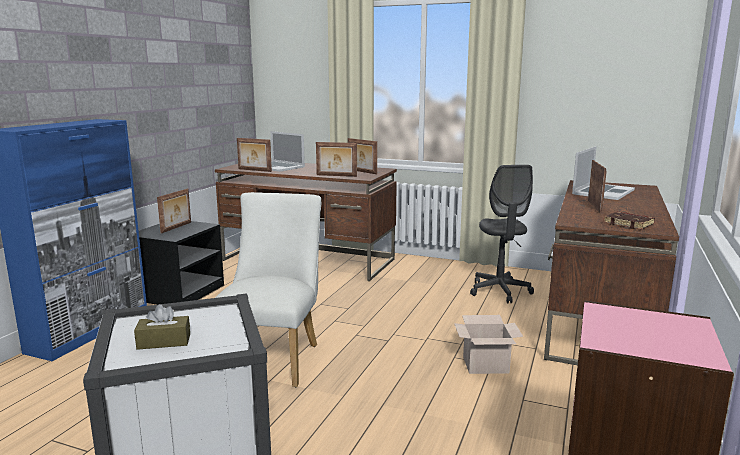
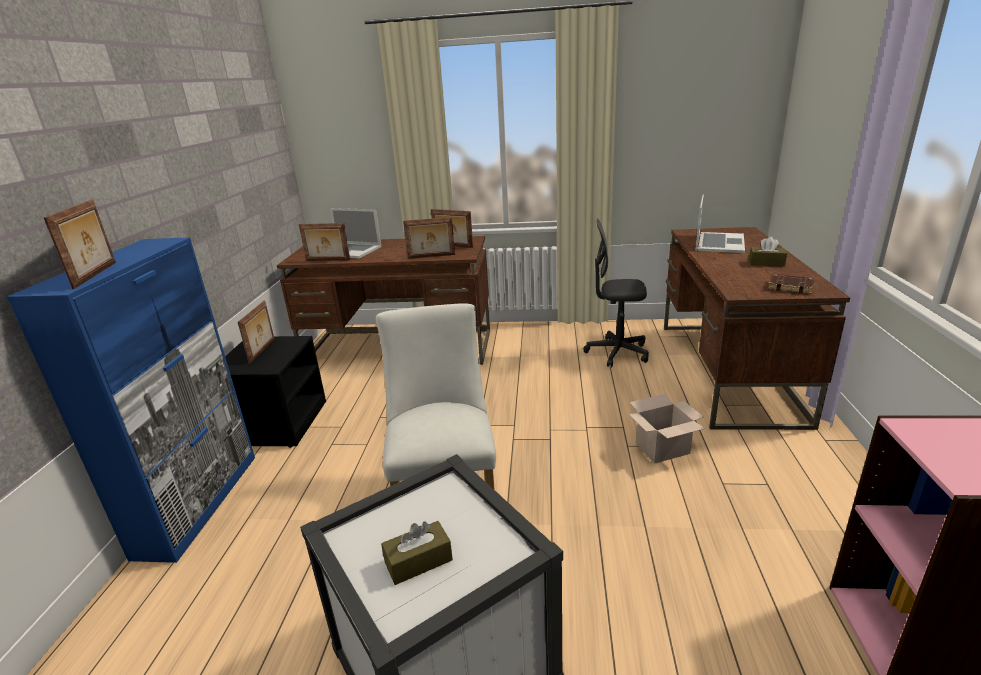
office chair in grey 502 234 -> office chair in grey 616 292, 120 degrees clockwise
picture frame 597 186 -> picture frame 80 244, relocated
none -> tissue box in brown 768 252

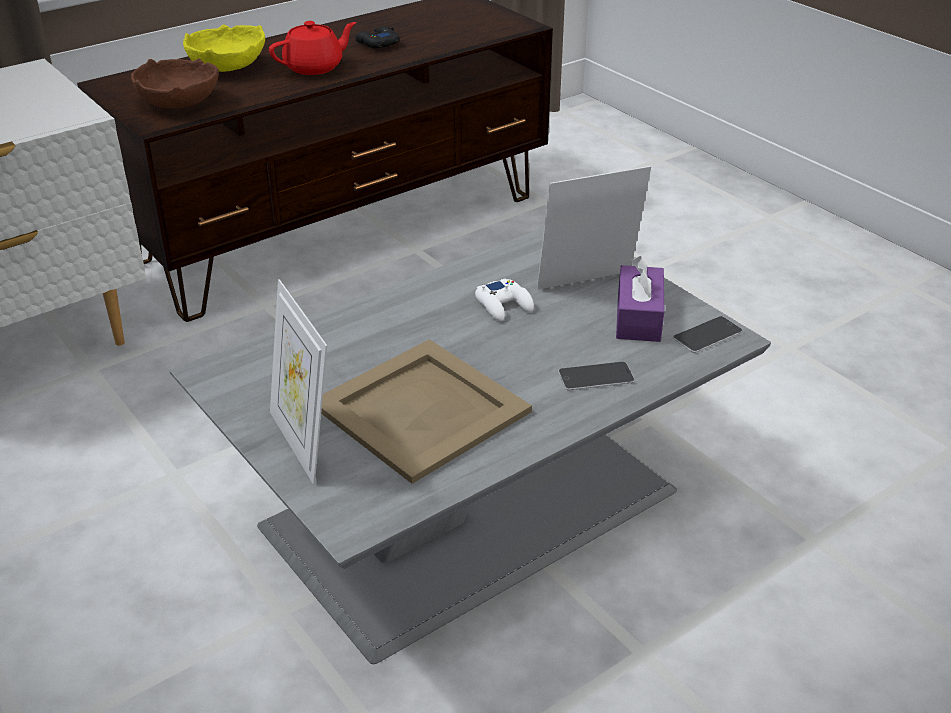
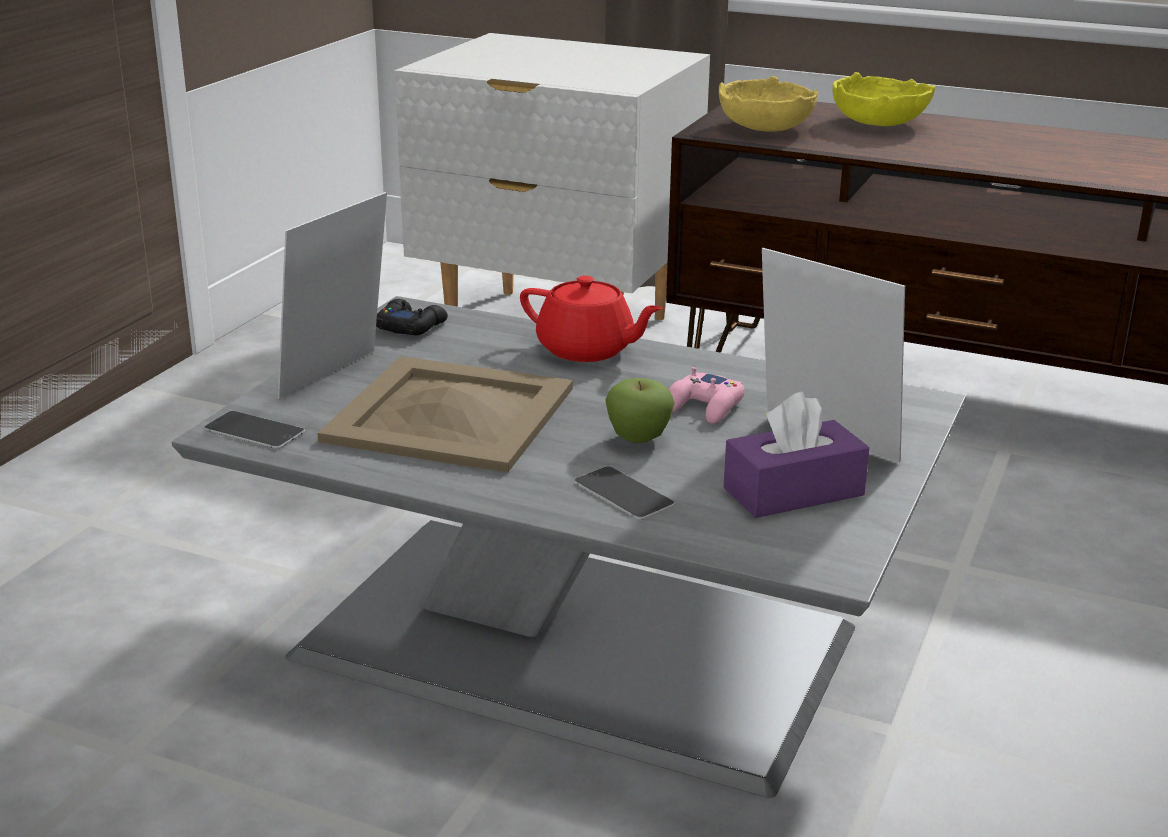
bowl in brown 175 83 -> bowl in yellow 768 104
teapot in red 312 48 -> teapot in red 591 318, relocated
game controller in black 377 37 -> game controller in black 412 317, relocated
game controller in white 504 300 -> game controller in pink 707 395
phone 708 334 -> phone 254 430, relocated
none -> apple 640 410

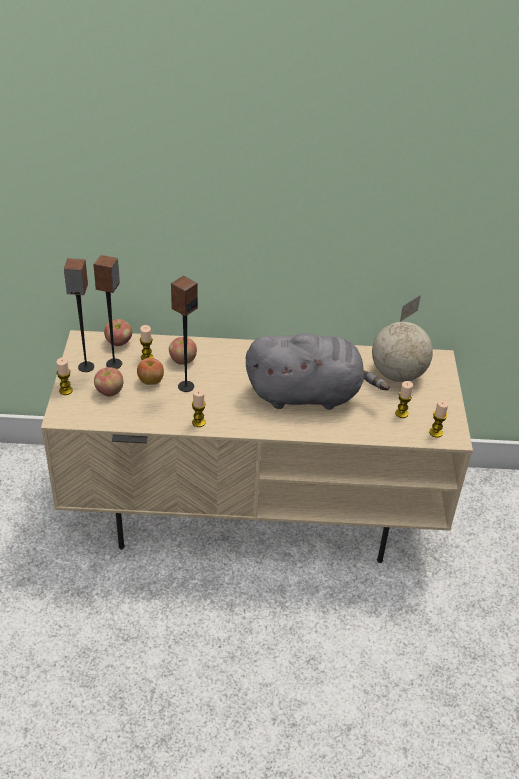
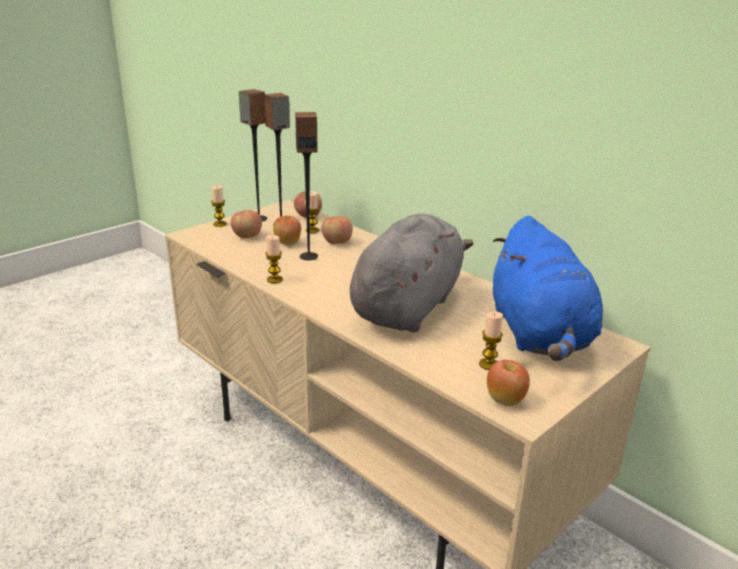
plush toy in grey 318 371 -> plush toy in grey 412 273, 105 degrees counterclockwise
globe 402 338 -> plush toy in blue 548 288
candle 438 419 -> apple 508 383

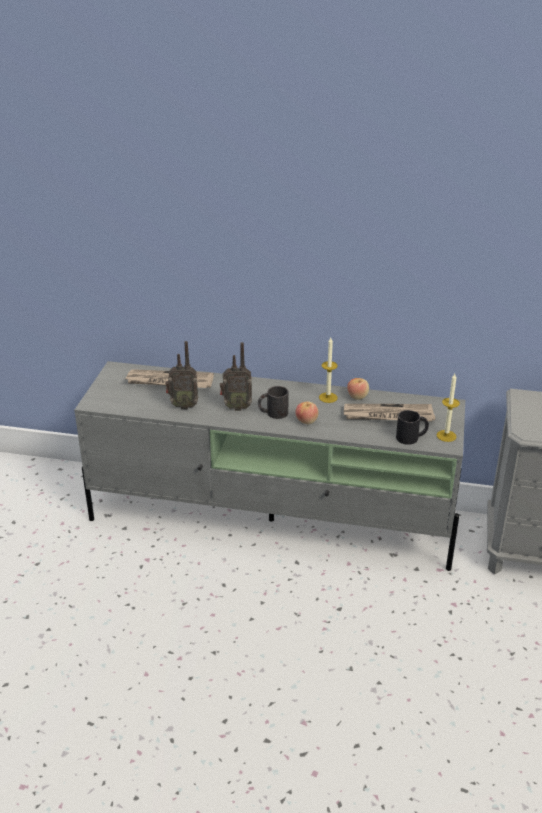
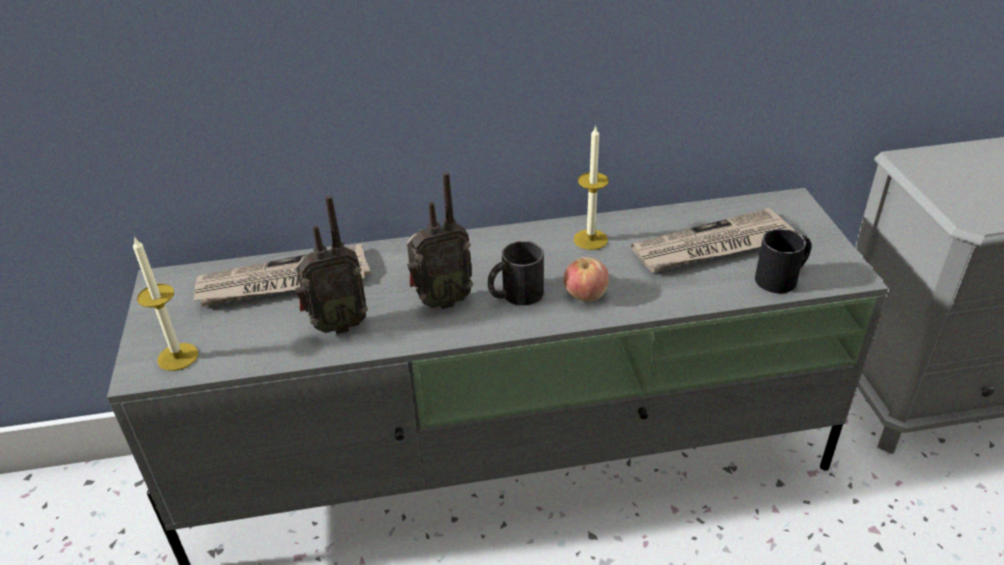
apple 358 389 -> none
candle 448 408 -> candle 165 303, relocated

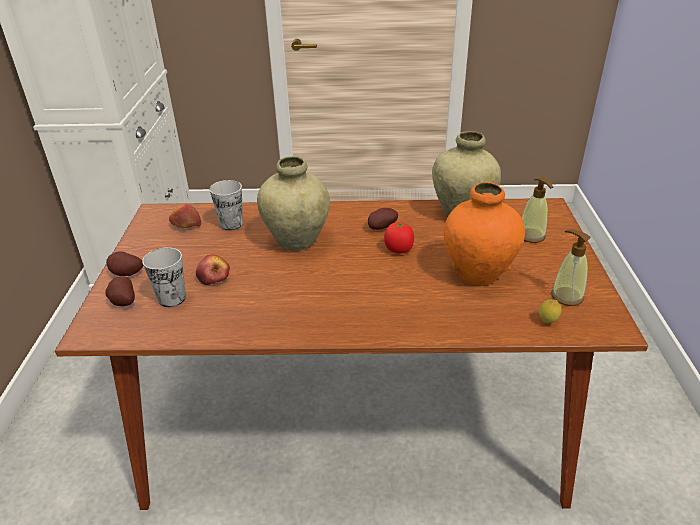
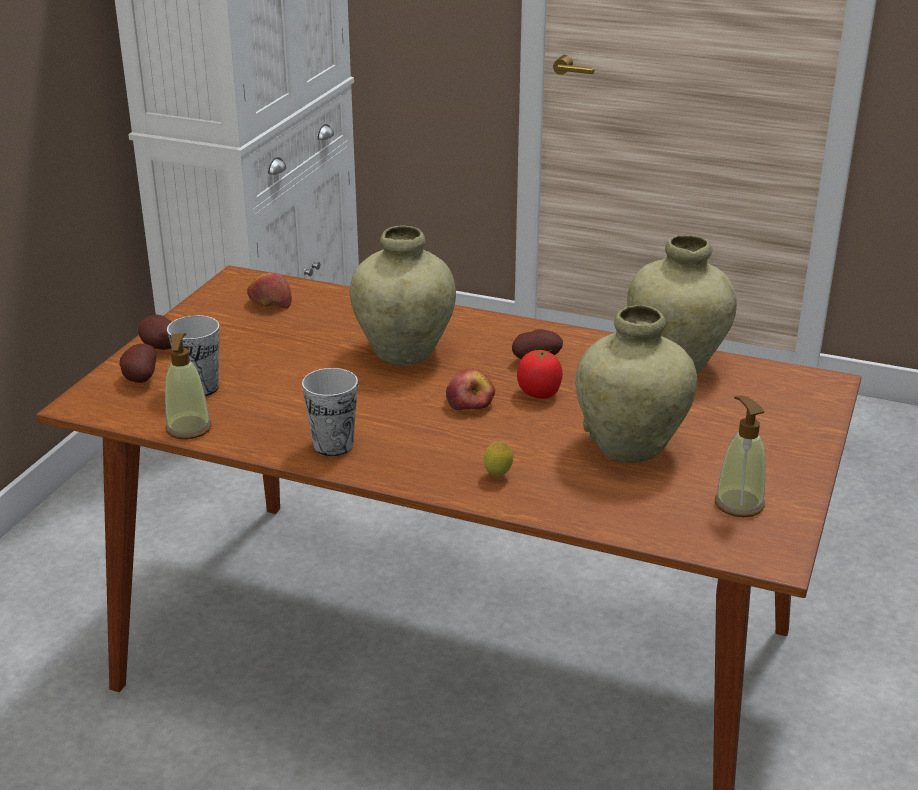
apple 213 269 -> apple 470 389, relocated
cup 226 205 -> cup 330 412, relocated
vase in orange 484 234 -> vase in beige 636 384
soap dispenser 537 210 -> soap dispenser 188 386, relocated
lemon 550 311 -> lemon 498 459, relocated

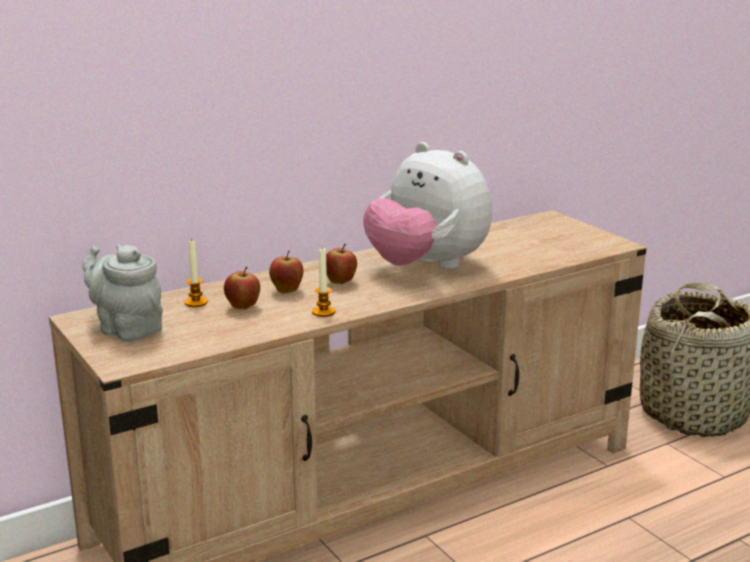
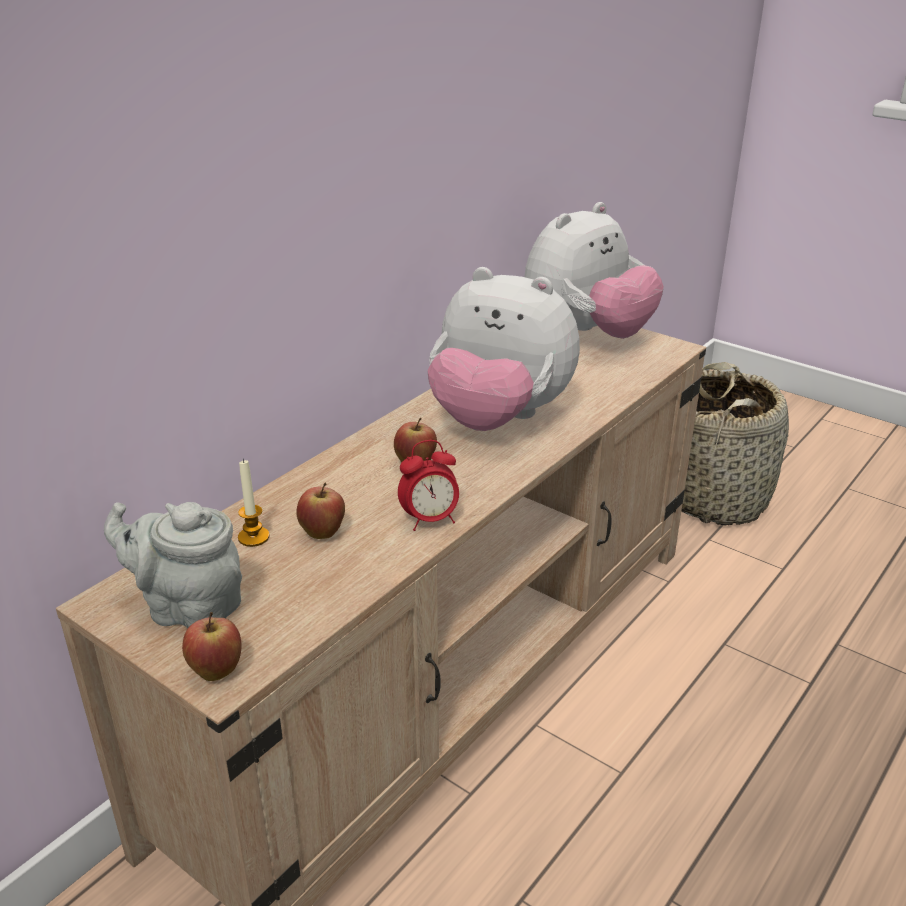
apple 286 272 -> apple 212 646, relocated
candle 323 282 -> alarm clock 428 485
none -> plush toy 594 270

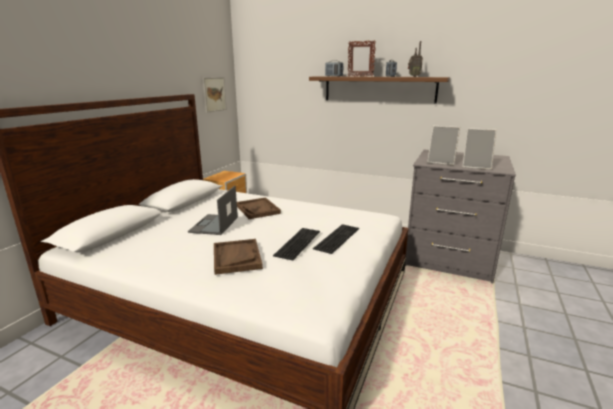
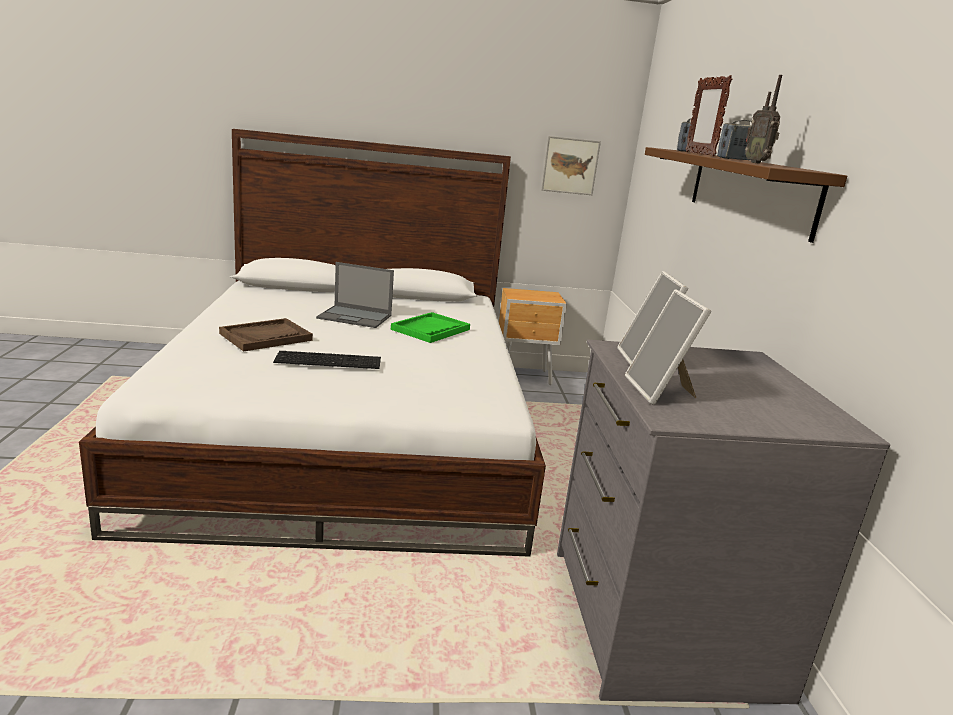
laptop 213 210 -> laptop 355 295, 150 degrees counterclockwise
tray in brown 259 208 -> tray in green 430 327
keyboard 336 239 -> none

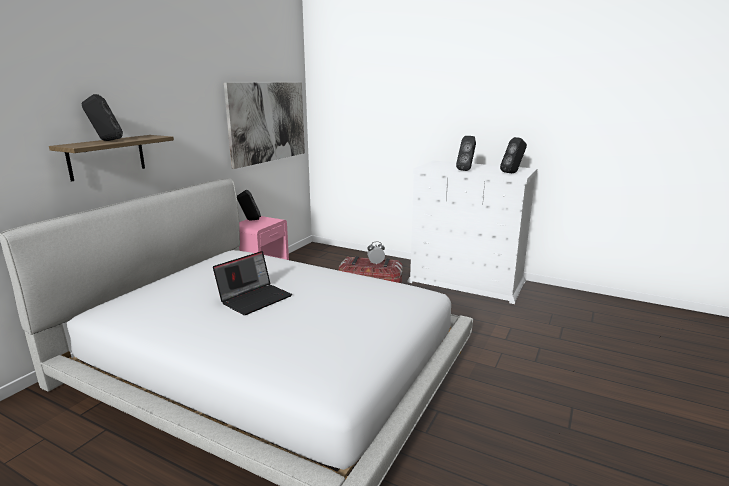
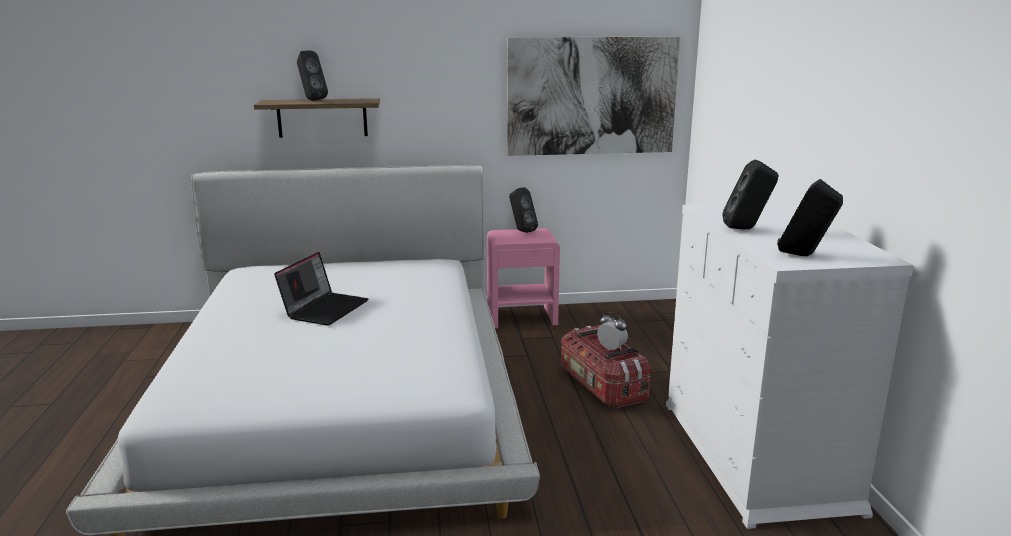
laptop 252 283 -> laptop 321 289, 75 degrees counterclockwise

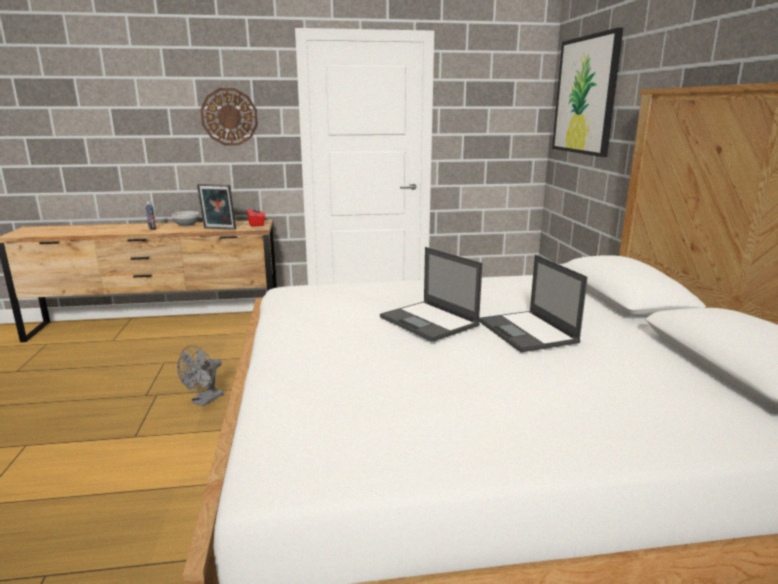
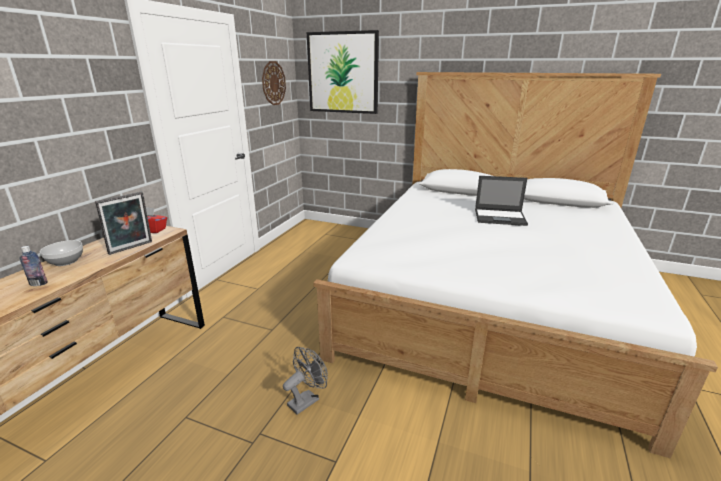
fan in grey 200 375 -> fan in grey 305 381, 105 degrees counterclockwise
wall clock 229 117 -> wall clock 274 83, relocated
laptop 431 294 -> none

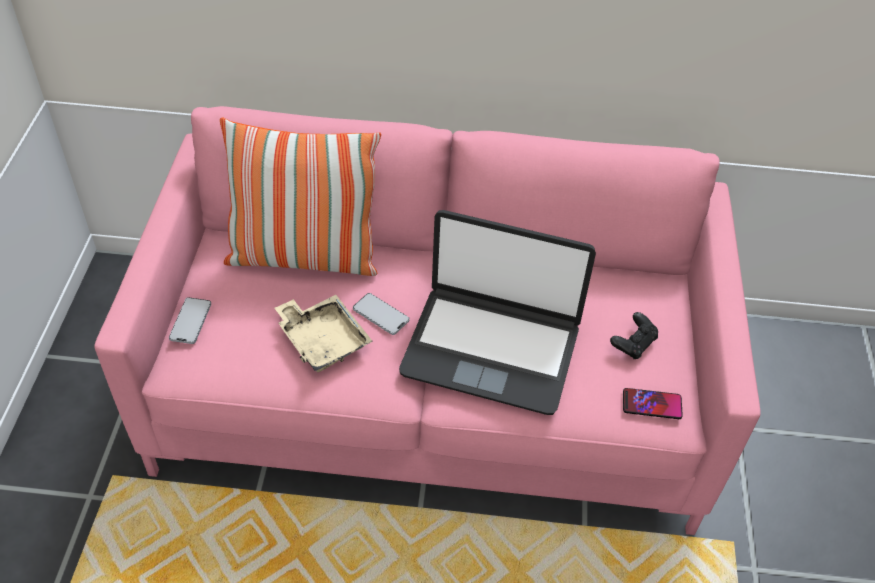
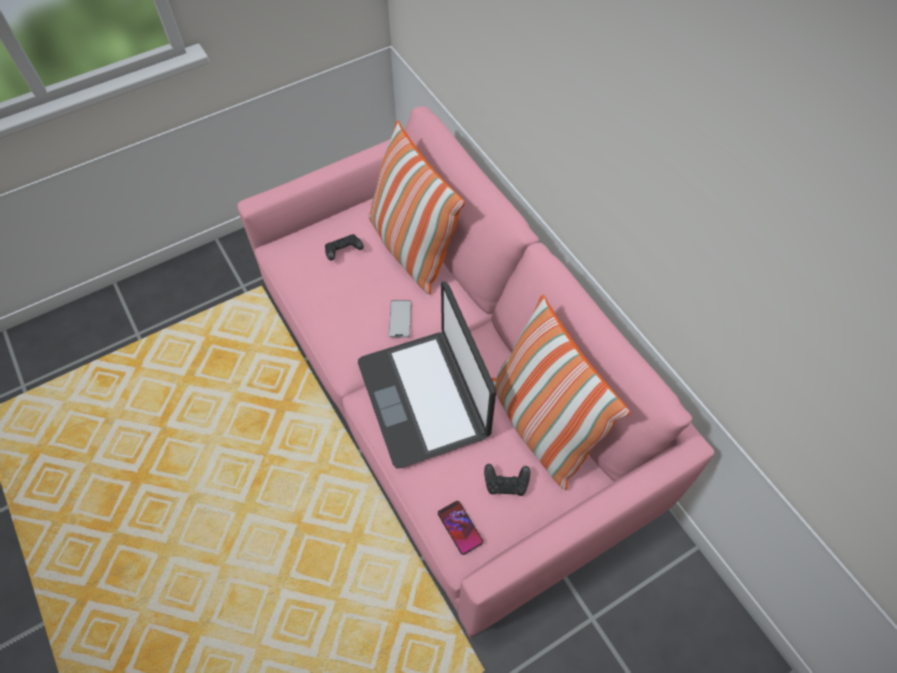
phone 190 320 -> none
tray in beige 324 333 -> none
none -> game controller in black 344 247
none -> pillow 560 392

